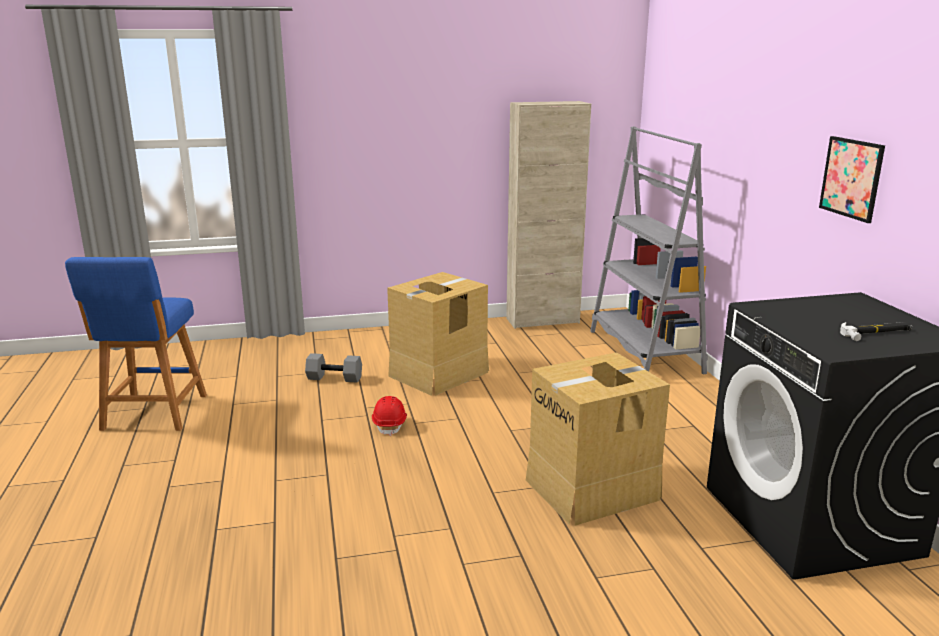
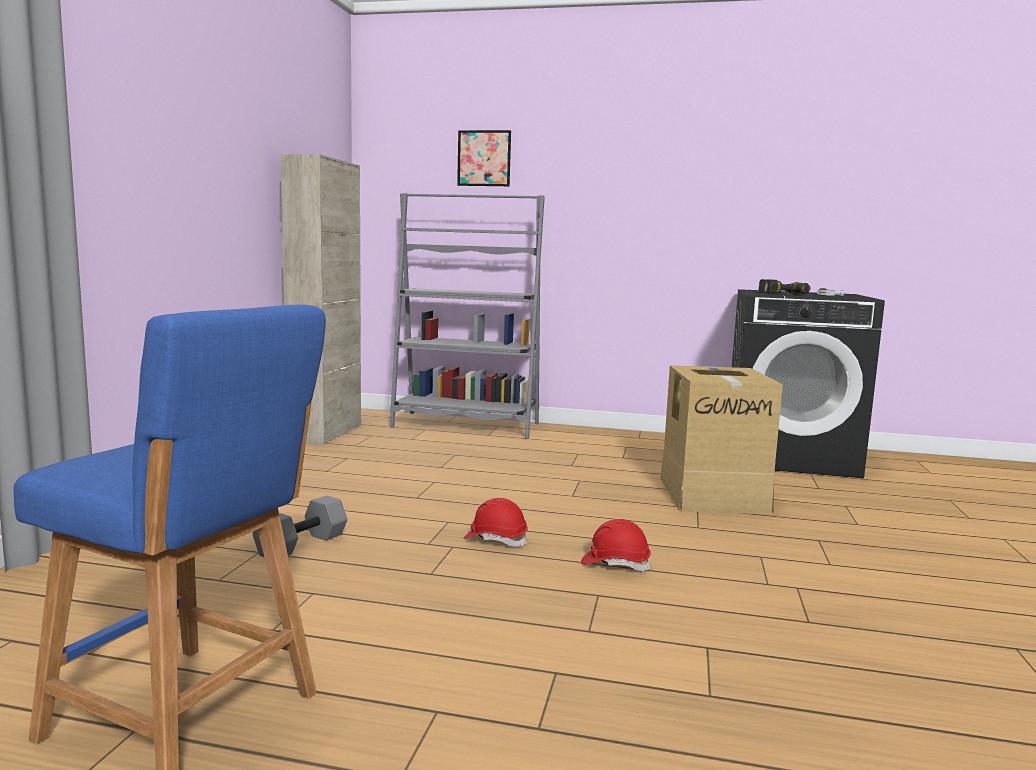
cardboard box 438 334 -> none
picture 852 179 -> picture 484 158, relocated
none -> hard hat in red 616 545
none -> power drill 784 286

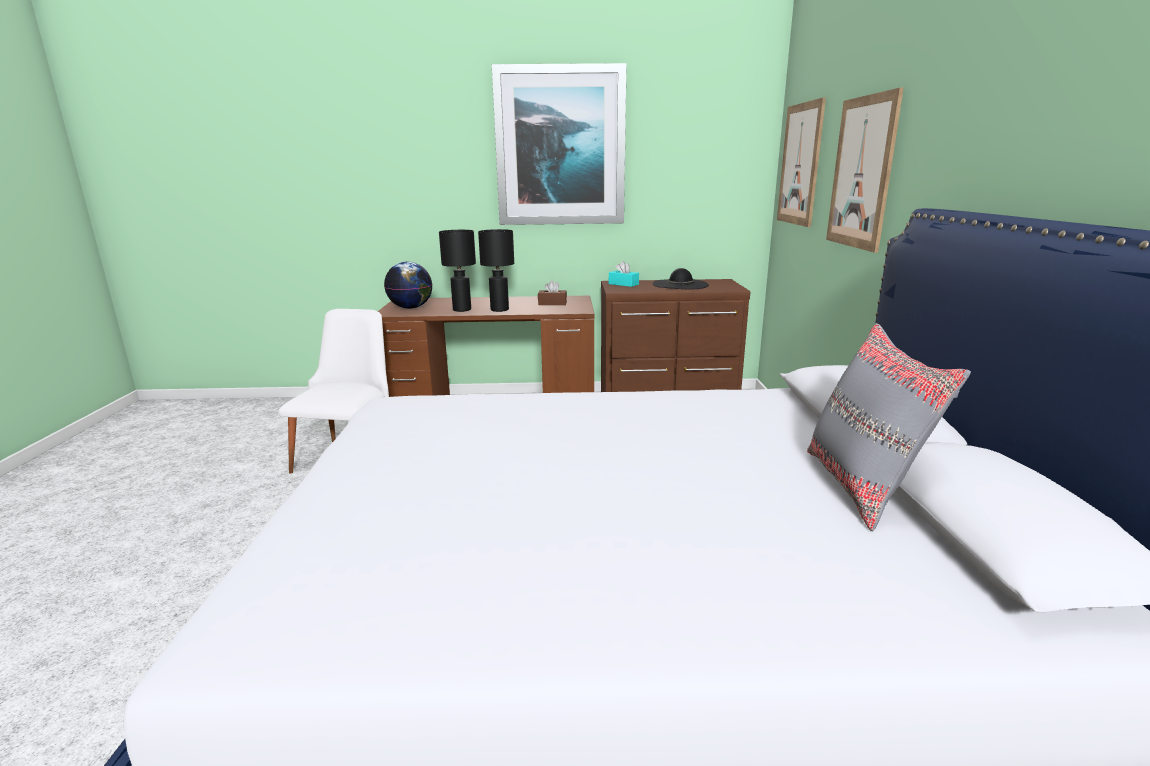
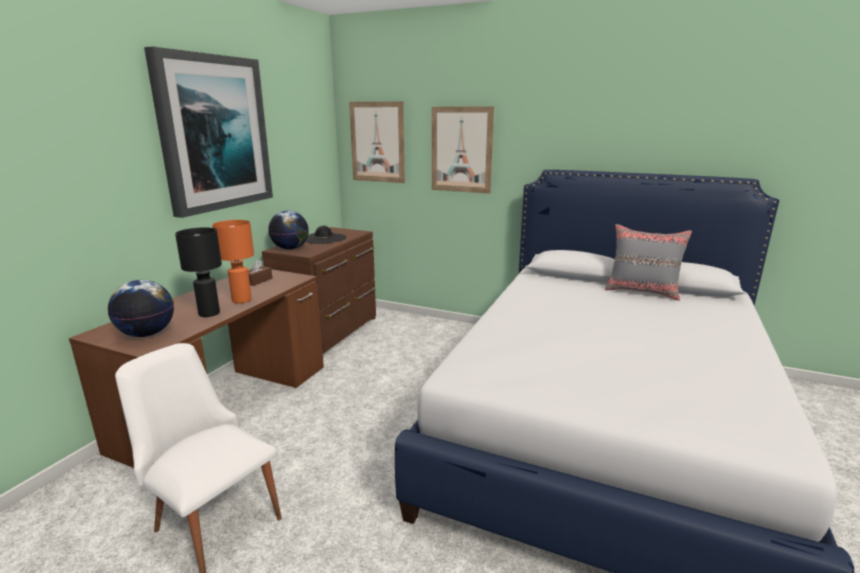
table lamp in black 496 270 -> table lamp in orange 233 262
tissue box in turquoise 624 274 -> globe 288 229

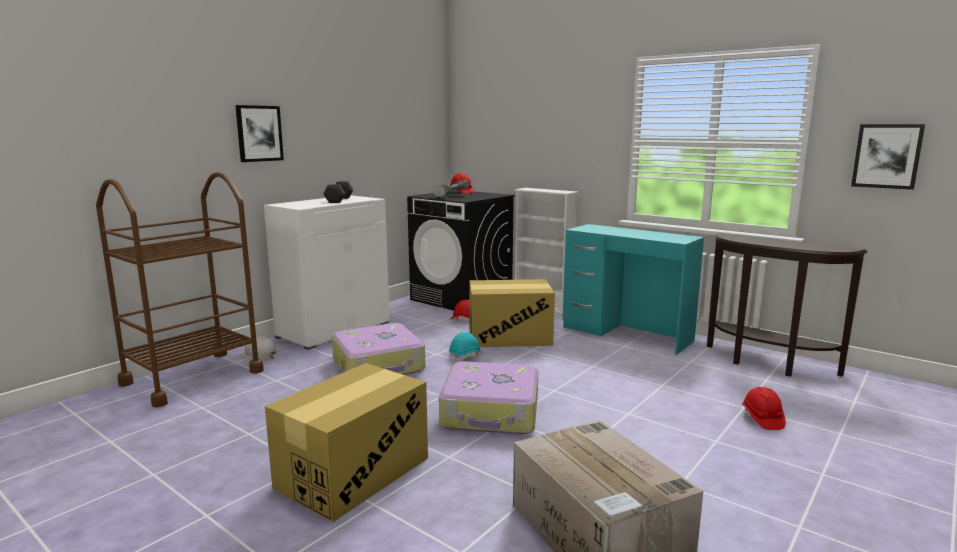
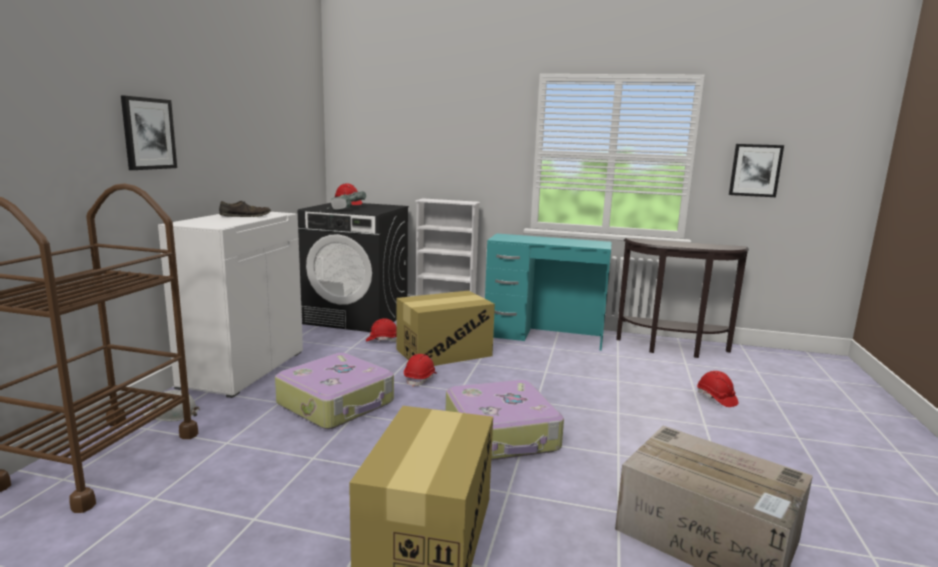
dumbbell in grey 338 192 -> shoe in brown 245 209
hard hat in turquoise 466 347 -> hard hat in red 420 370

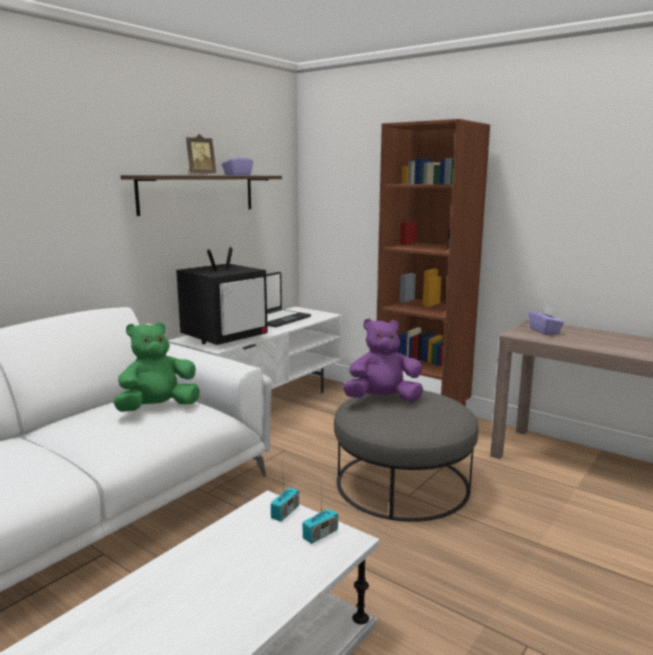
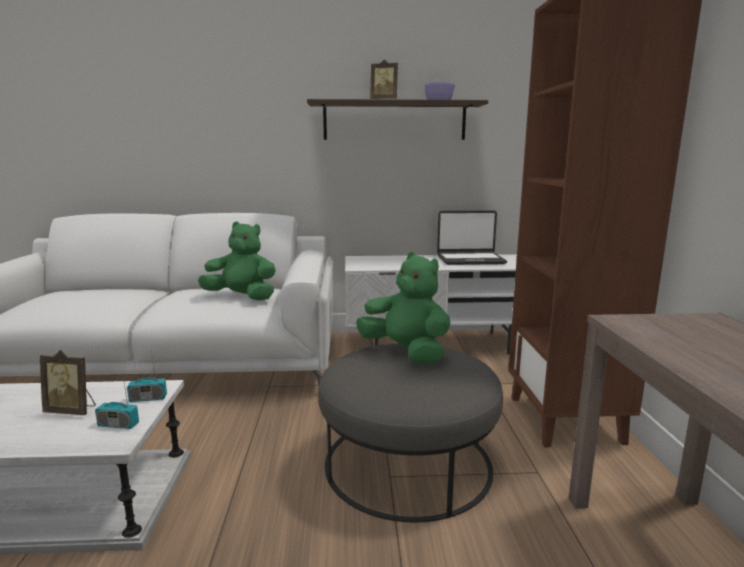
television 222 296 -> none
plush toy in purple 383 360 -> plush toy in green 403 308
tissue box in purple 546 320 -> none
none -> picture frame 68 382

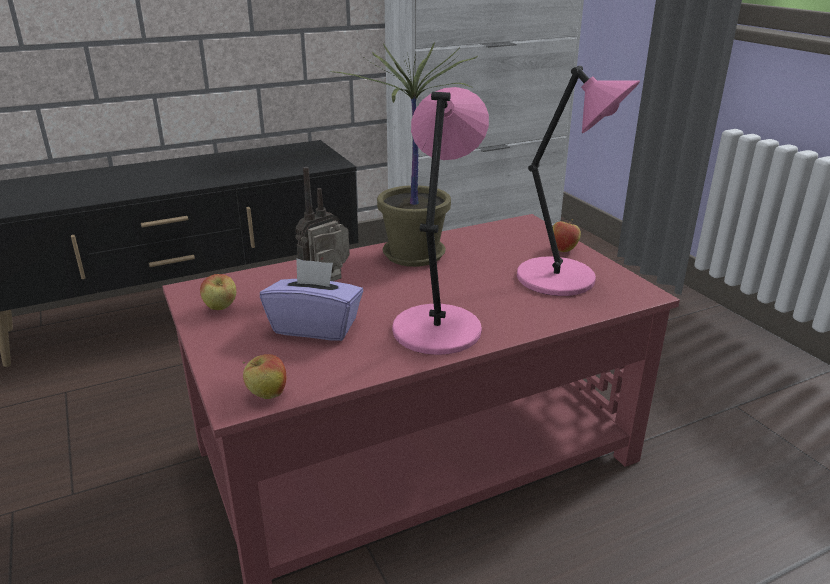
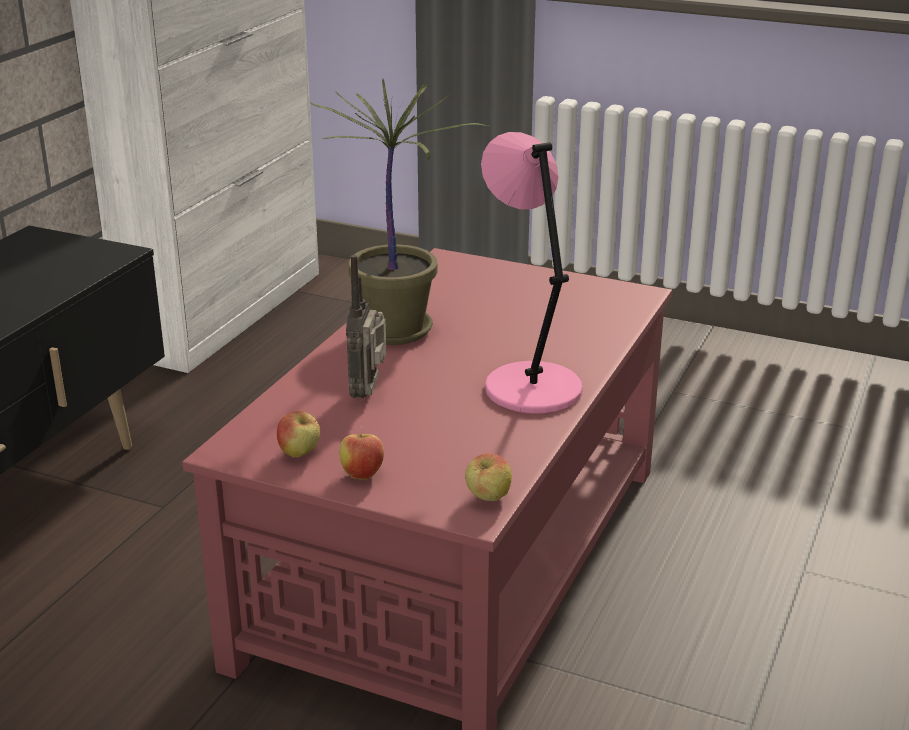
tissue box in purple 311 299 -> none
table lamp in pink 578 180 -> none
apple 567 235 -> apple 361 453, relocated

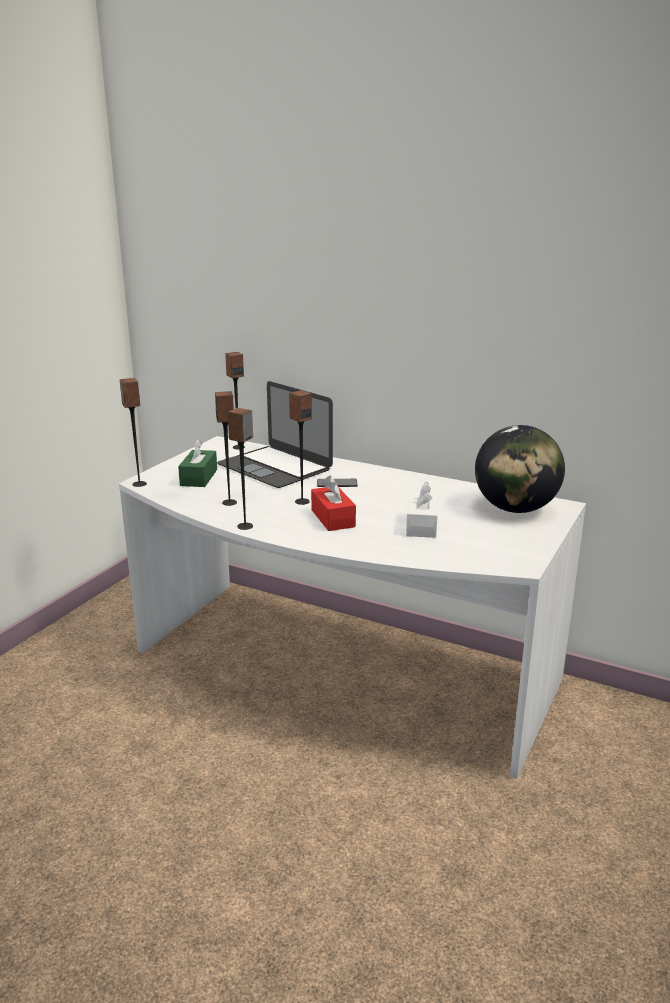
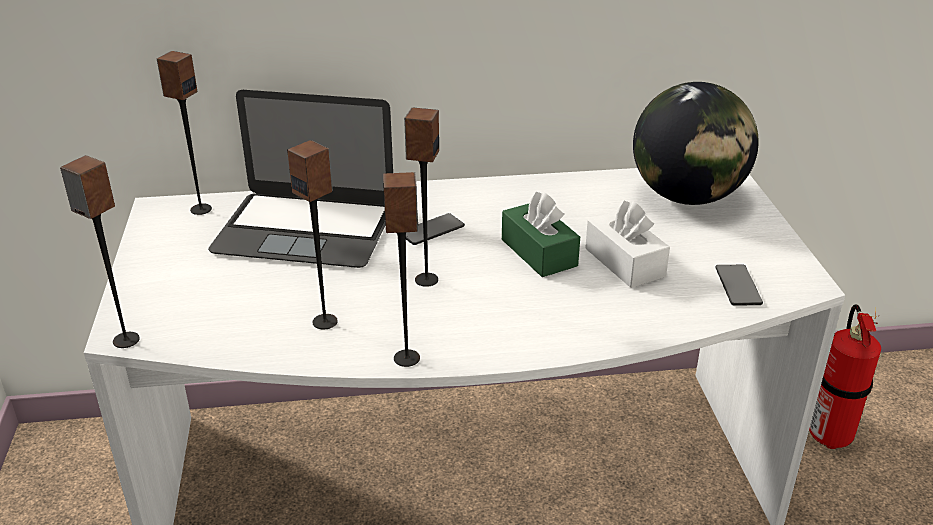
tissue box in green 197 463 -> tissue box in green 541 234, relocated
tissue box in red 333 503 -> none
none -> phone 739 285
none -> fire extinguisher 845 376

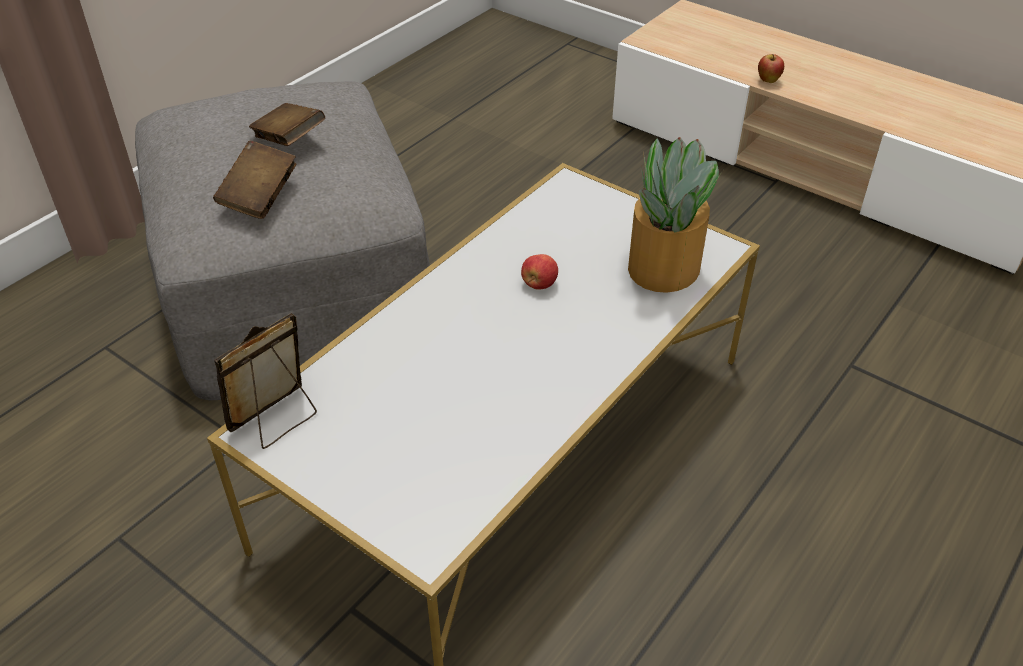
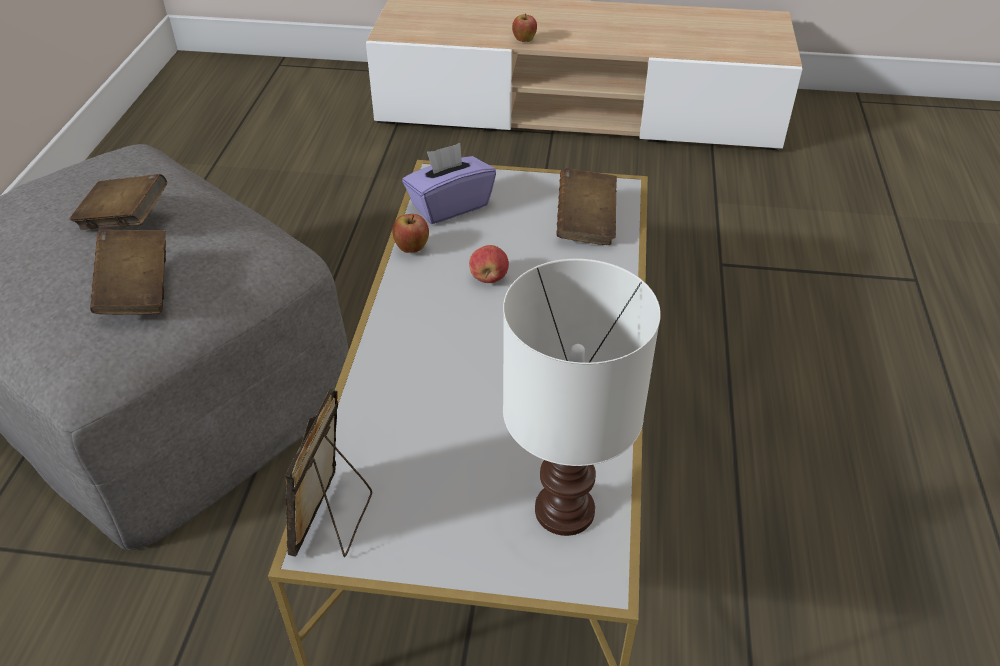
potted plant 675 215 -> book in brown 586 206
none -> apple 410 233
none -> tissue box in purple 449 183
none -> table lamp in white 582 397

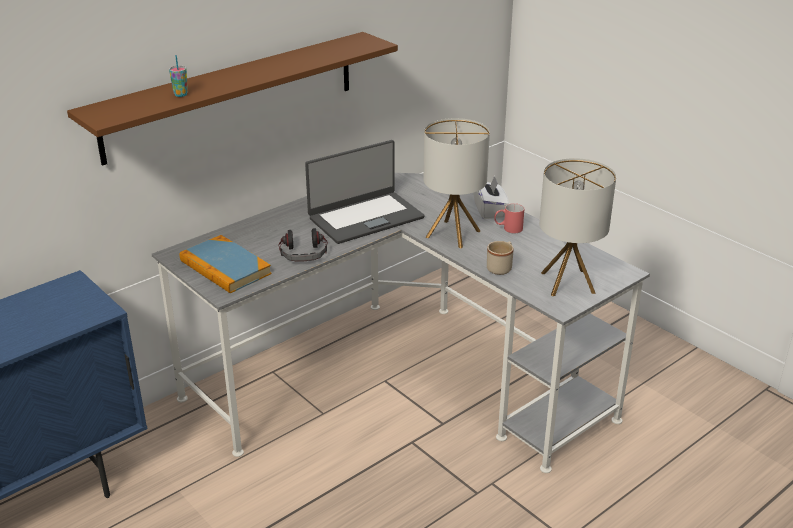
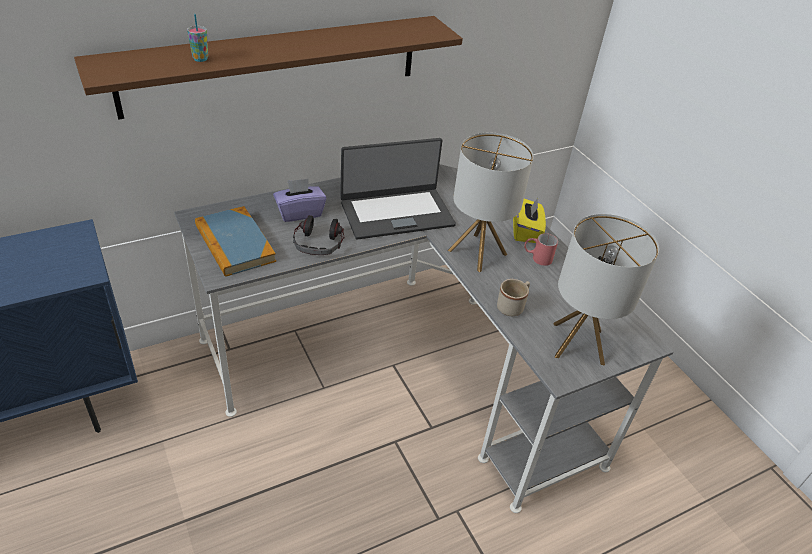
tissue box in white 491 197 -> tissue box in yellow 529 220
none -> tissue box in purple 299 200

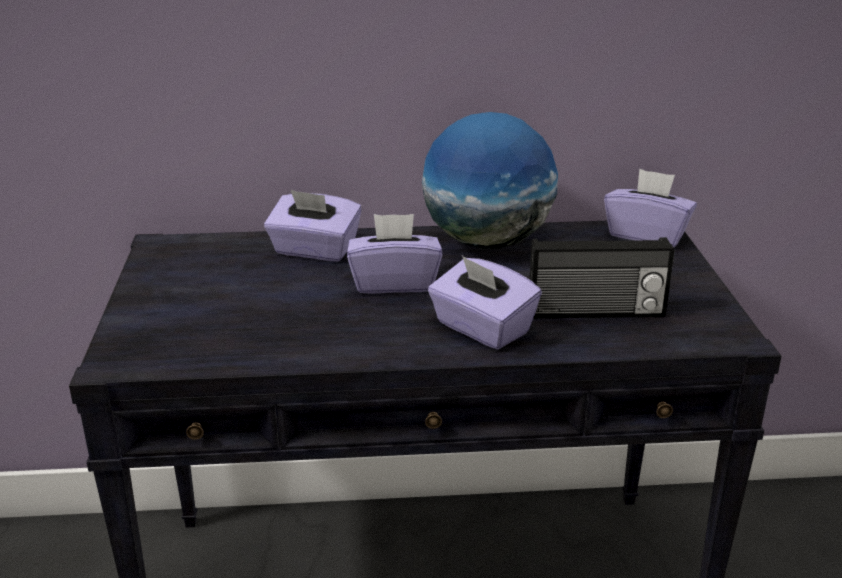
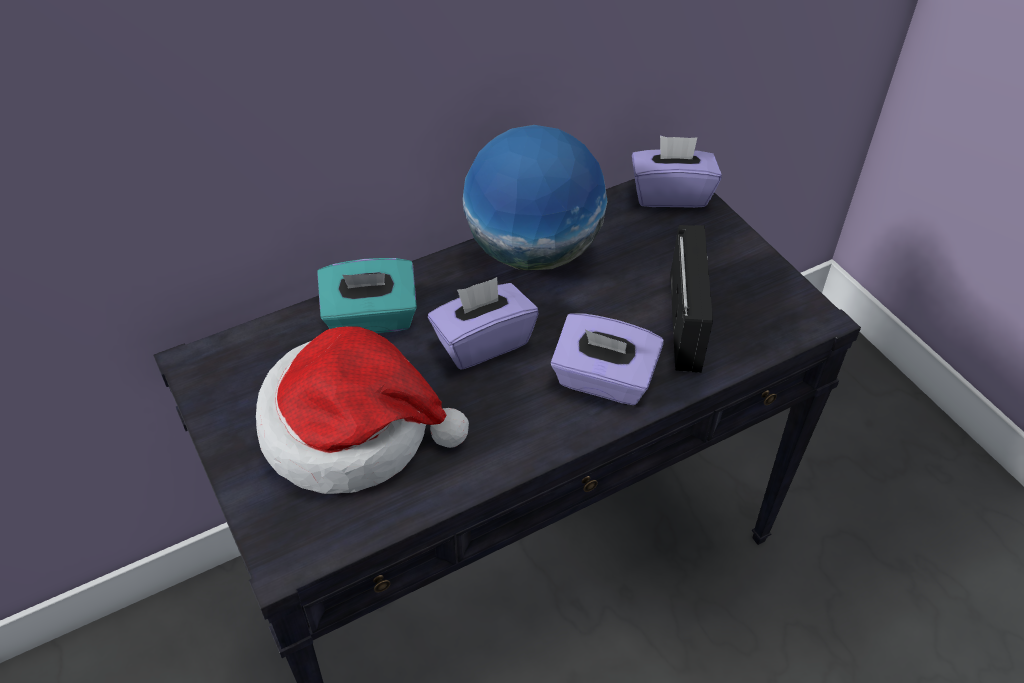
tissue box in purple 313 226 -> tissue box in turquoise 367 295
radio 601 277 -> radio 691 299, 60 degrees counterclockwise
none -> hat 362 410

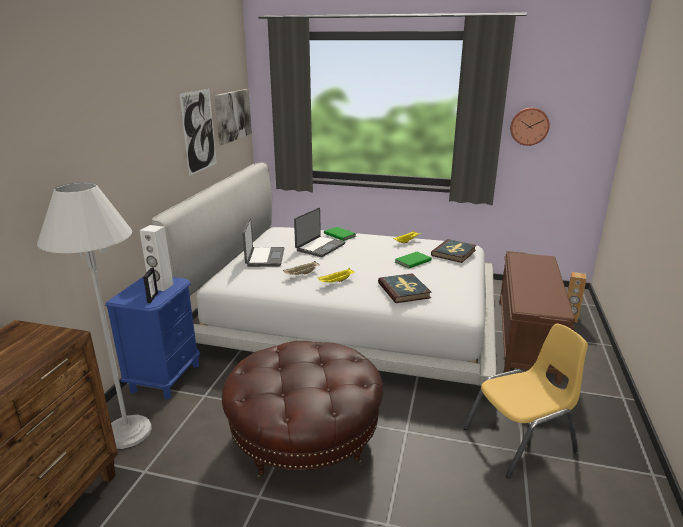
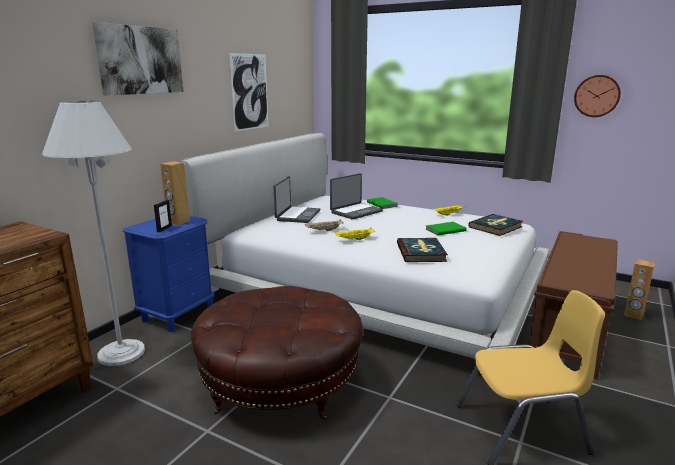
speaker in white 156 258 -> speaker in brown 175 193
picture 233 117 -> picture 138 59, relocated

